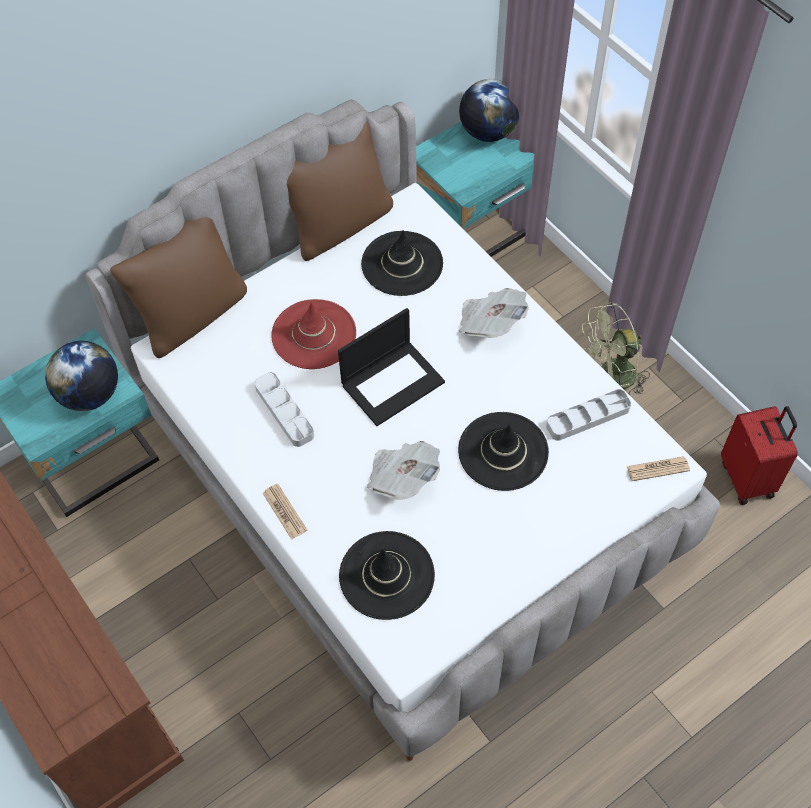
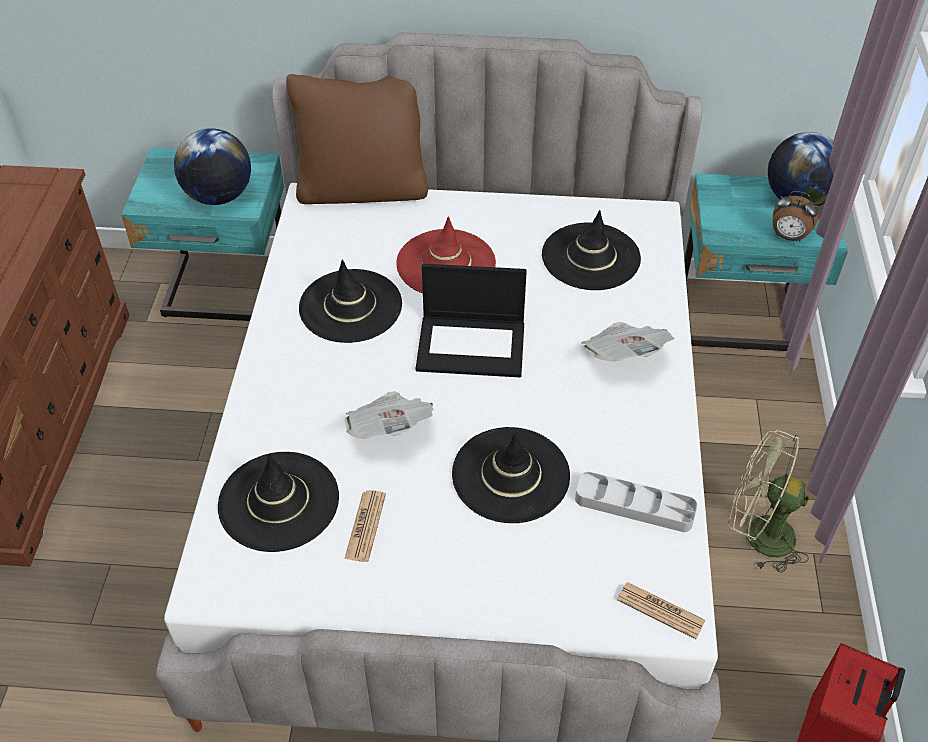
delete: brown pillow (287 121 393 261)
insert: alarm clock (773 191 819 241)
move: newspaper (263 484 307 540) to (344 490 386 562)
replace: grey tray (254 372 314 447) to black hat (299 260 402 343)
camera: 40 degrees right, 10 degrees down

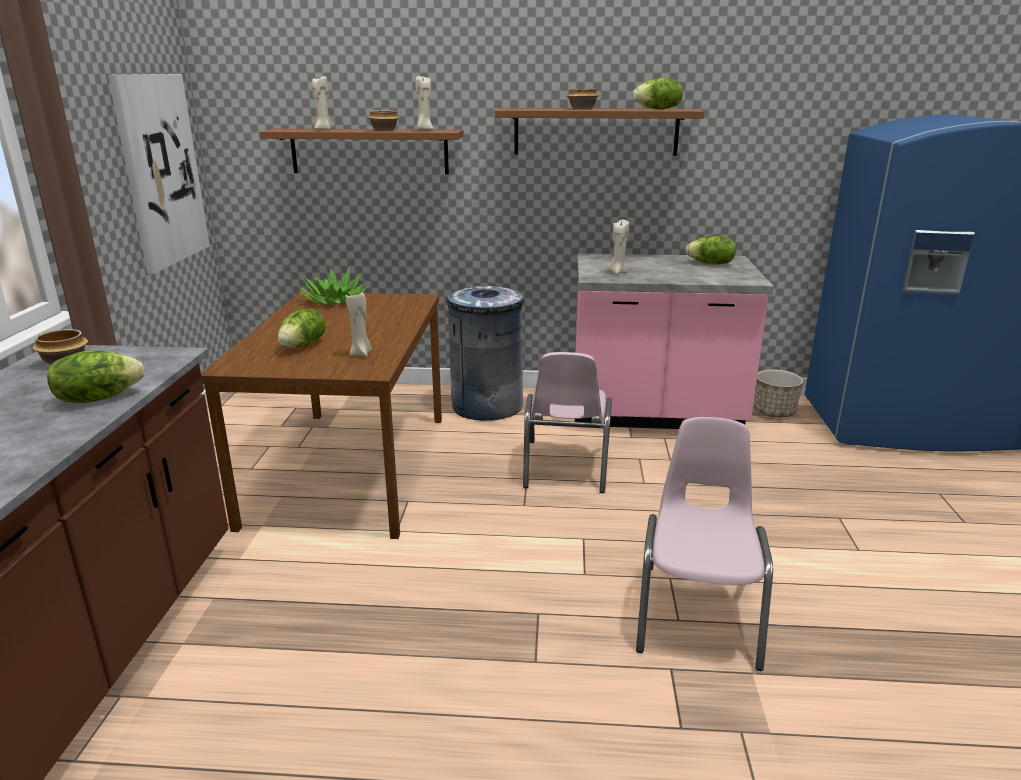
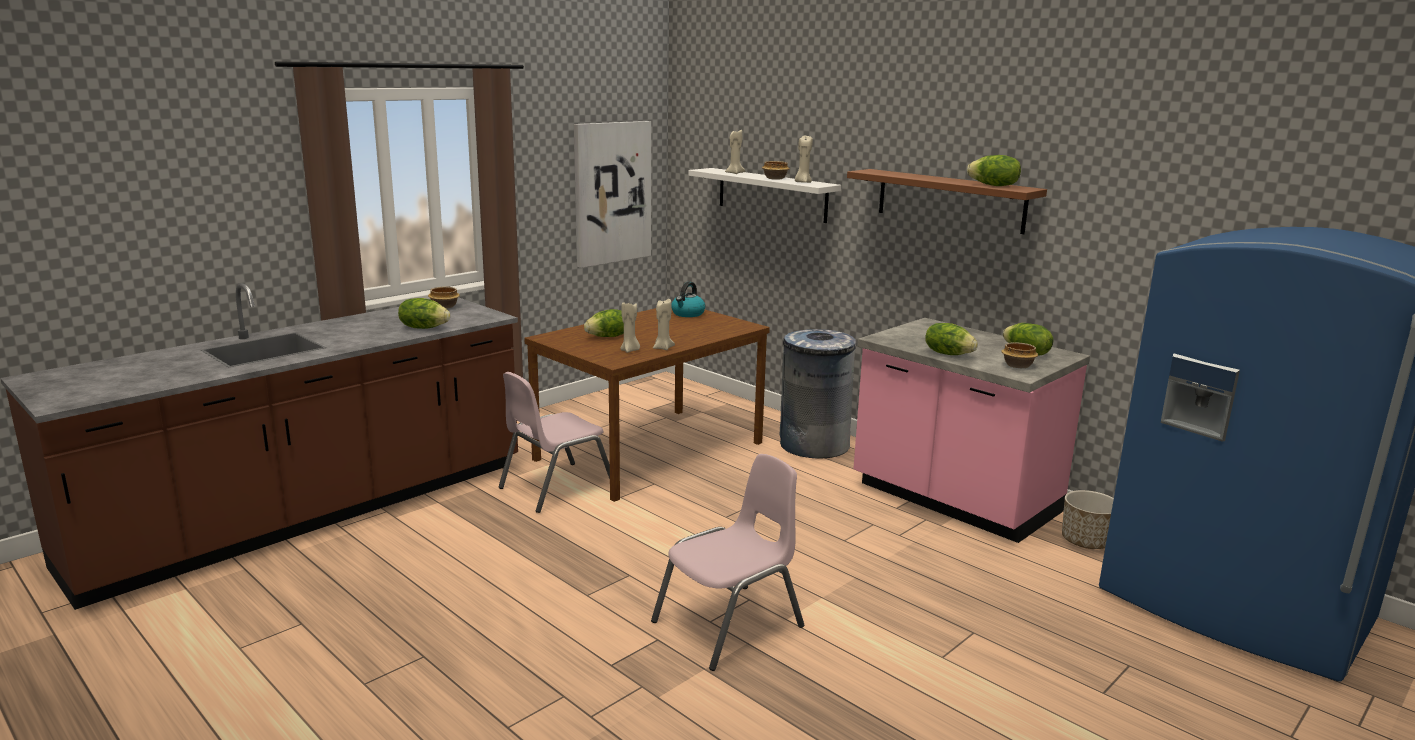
insert: lettuce (925 323 978 355)
move: pink chair (523 352 612 493) to (499 372 610 513); bowl (567 89 599 109) to (1001 342 1038 368); beige candle (608 220 629 274) to (653 299 675 350)
replace: potted plant (298 267 368 305) to kettle (671 282 705 317)
recolor: brown shelf (259 129 464 174) to white shelf (688 168 841 223)
camera: 40 degrees right, 5 degrees down

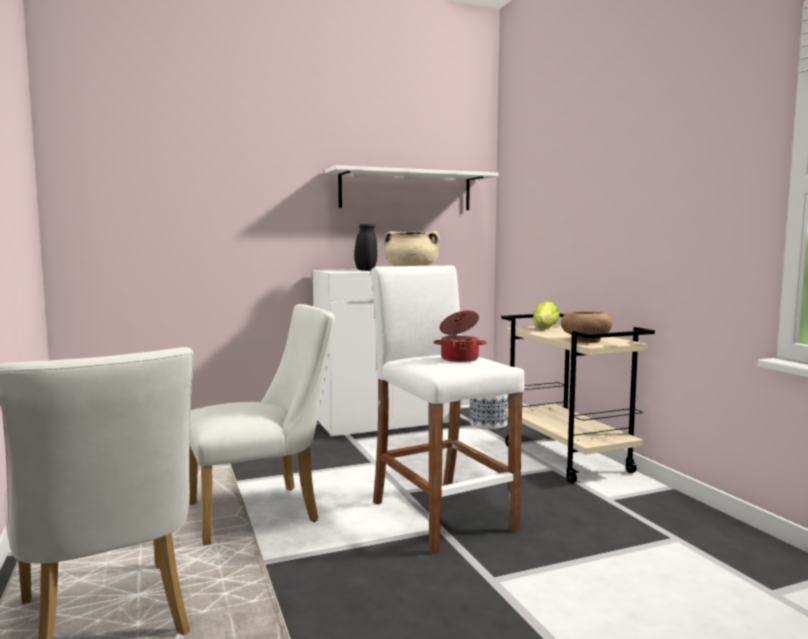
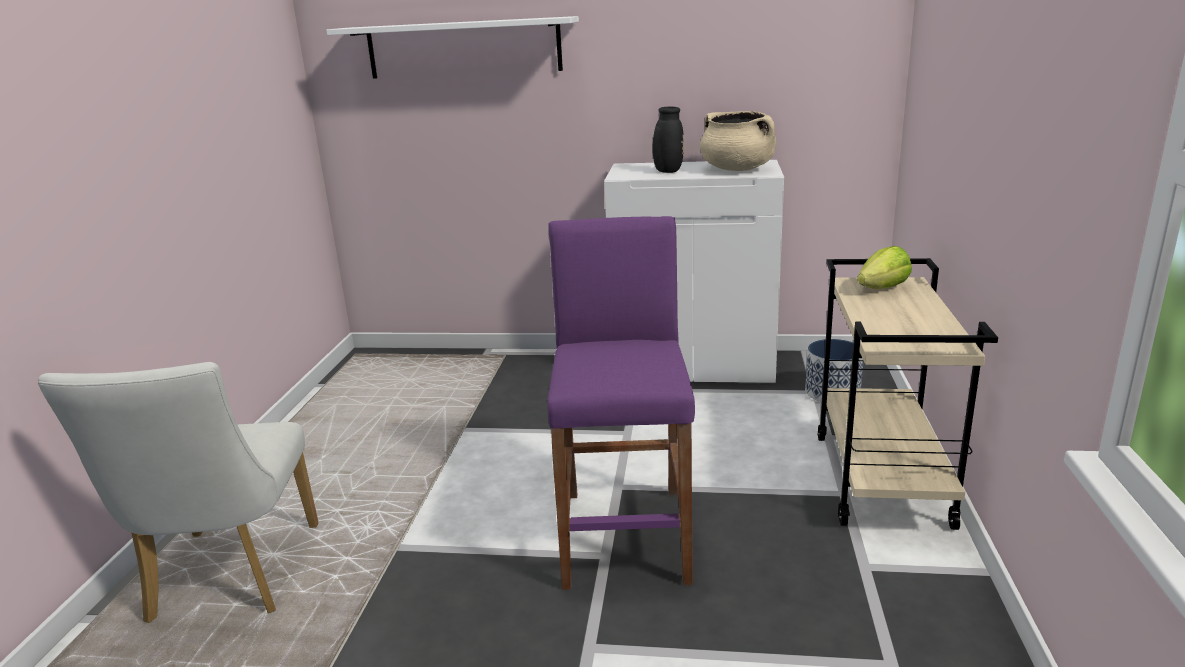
delete: white chair (189 304 335 545); cooking pot (433 310 487 362); brown bowl (561 311 612 343)
move: white shelf (325 165 498 210) to (326 16 579 79)
recolor: white stool (371 265 525 555) to purple stool (547 216 695 590)
camera: 30 degrees right, 15 degrees up

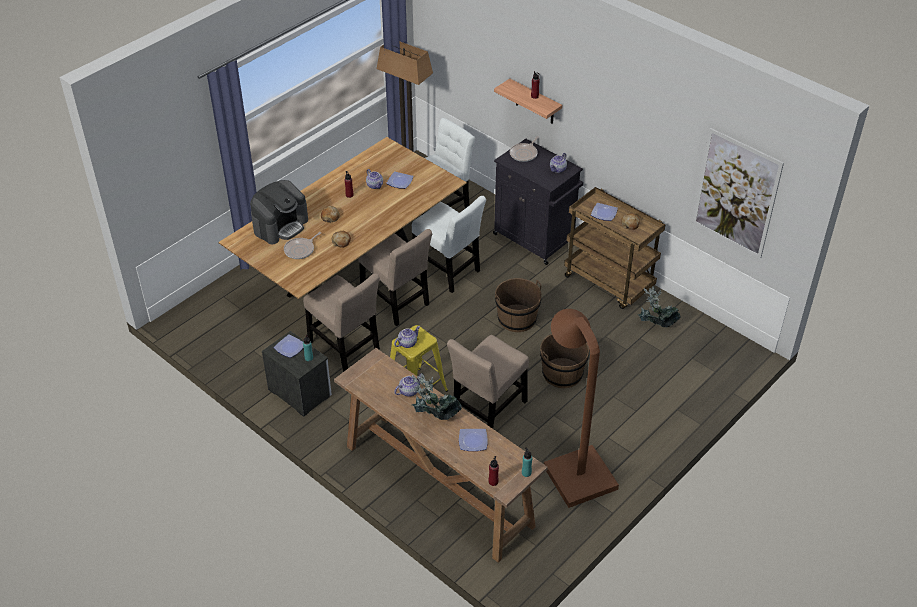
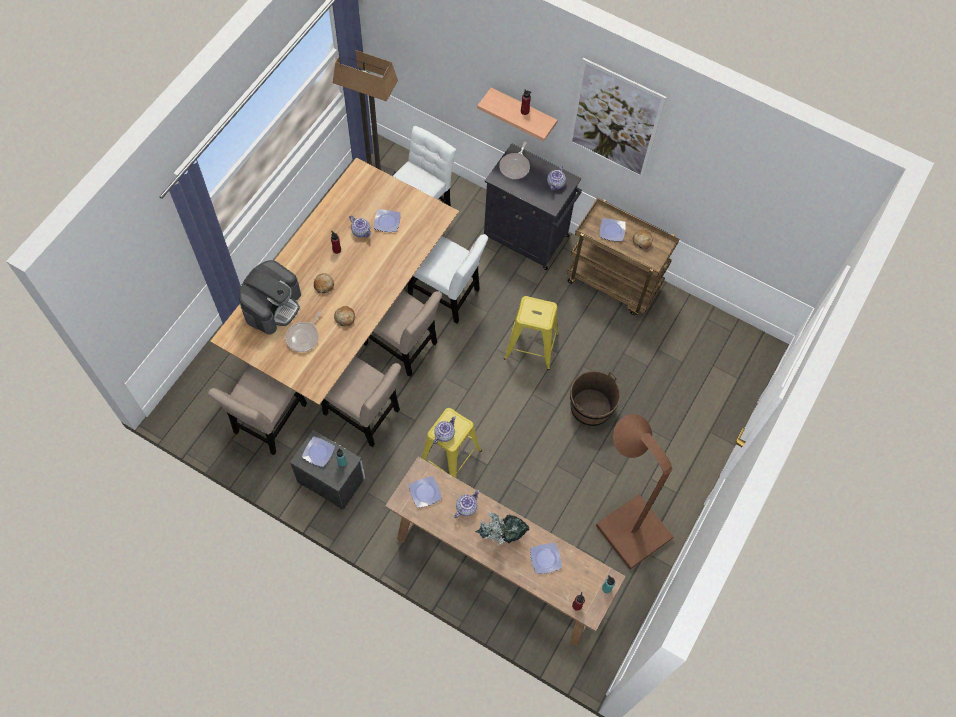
delete: potted plant (638 286 681 327)
insert: plate (409 476 442 508)
move: beige chair (447 335 529 429) to (208 365 307 455); picture (693 128 784 259) to (568 58 667 179)
replace: brown bucket (495 278 542 332) to yellow stool (504 296 559 370)
camera: 15 degrees left, 20 degrees up

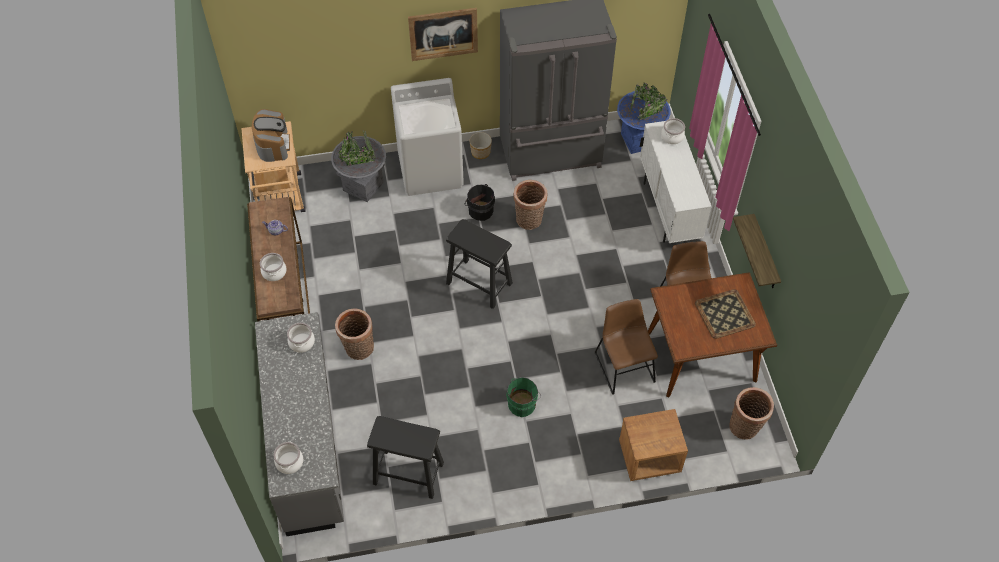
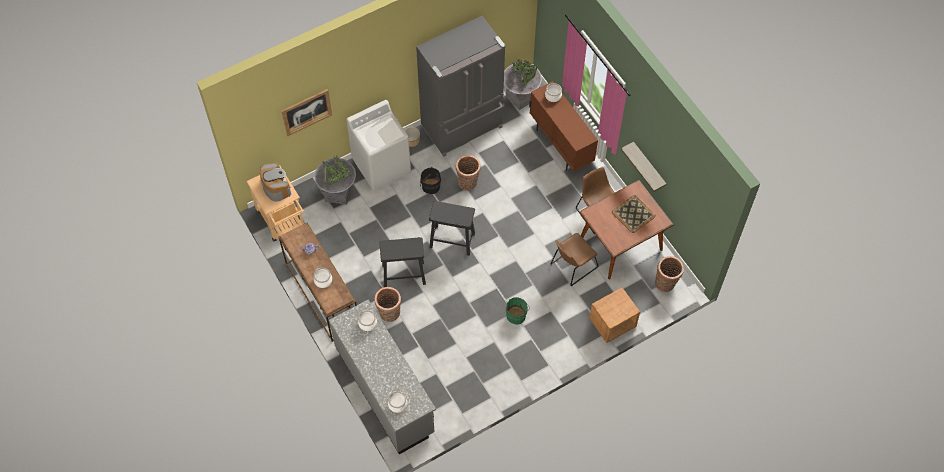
move: black stool (367 416 444 499) to (379 237 426 287); picture (408 8 478 61) to (281 89 332 136)
recolor: blue planter (617 83 670 154) to grey planter (504 60 542 110); white cabinet (640 121 712 243) to brown cabinet (529 81 598 172)
rotate: brown chair (595 299 658 395) = (550 233 599 286) 90 degrees counterclockwise
camera: 20 degrees left, 5 degrees up

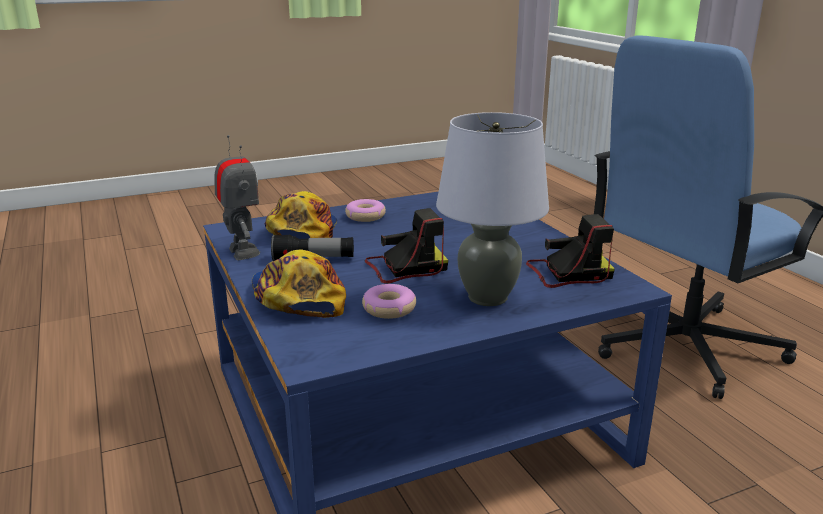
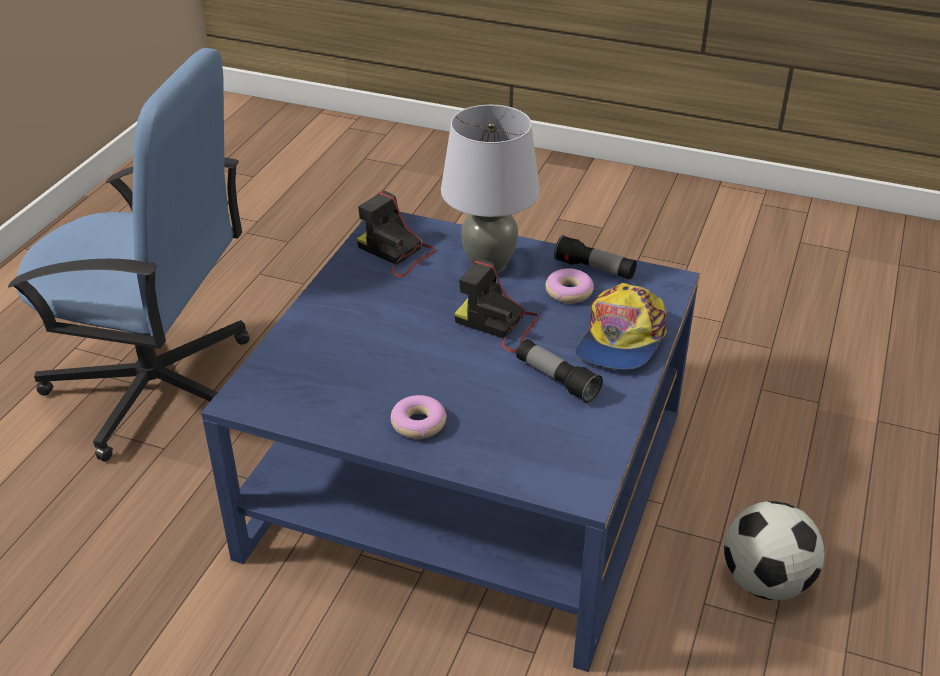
delete: toy robot (214 135 260 260); cap (265 191 337 238)
insert: flashlight (554 235 637 280); football (724 501 824 600)
camera: 135 degrees left, 15 degrees up

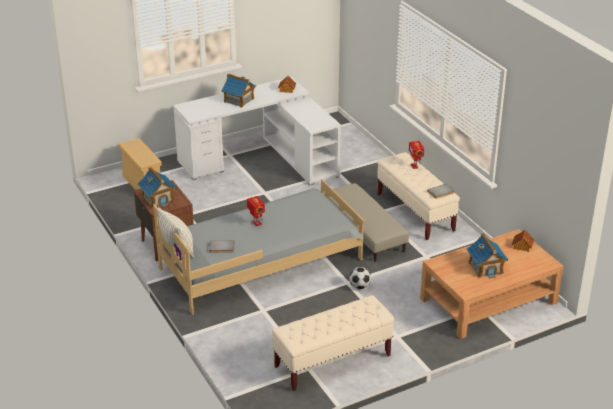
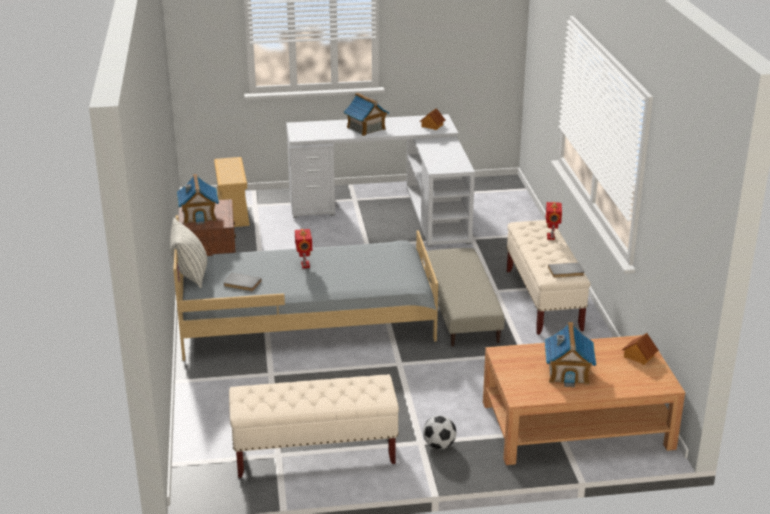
move: football (349 267 371 289) to (423 415 456 449)
camera: 20 degrees right, 5 degrees down

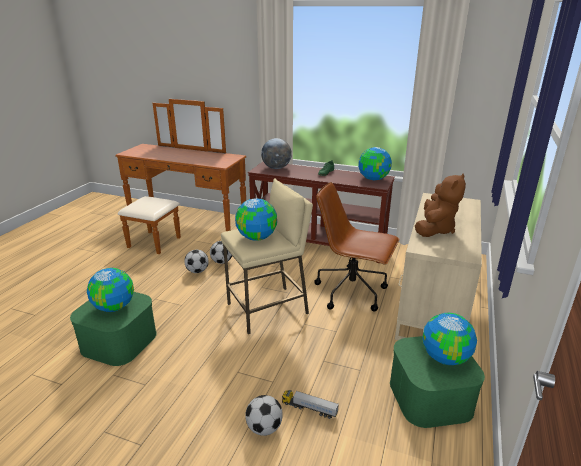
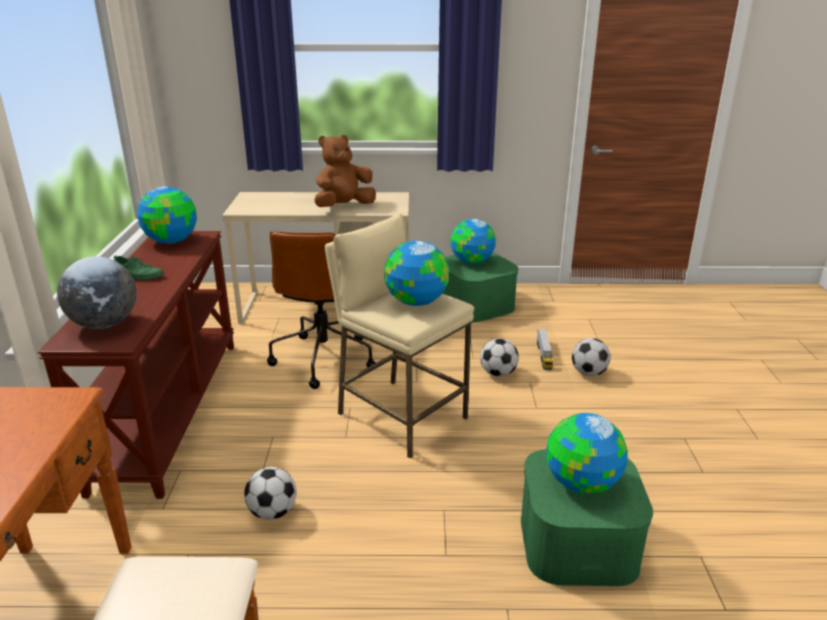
move: football (184 250 209 273) to (480 338 519 377)
rotate: brown plush toy (415 174 466 237) = (314 135 376 207) 45 degrees counterclockwise
camera: 110 degrees left, 0 degrees up

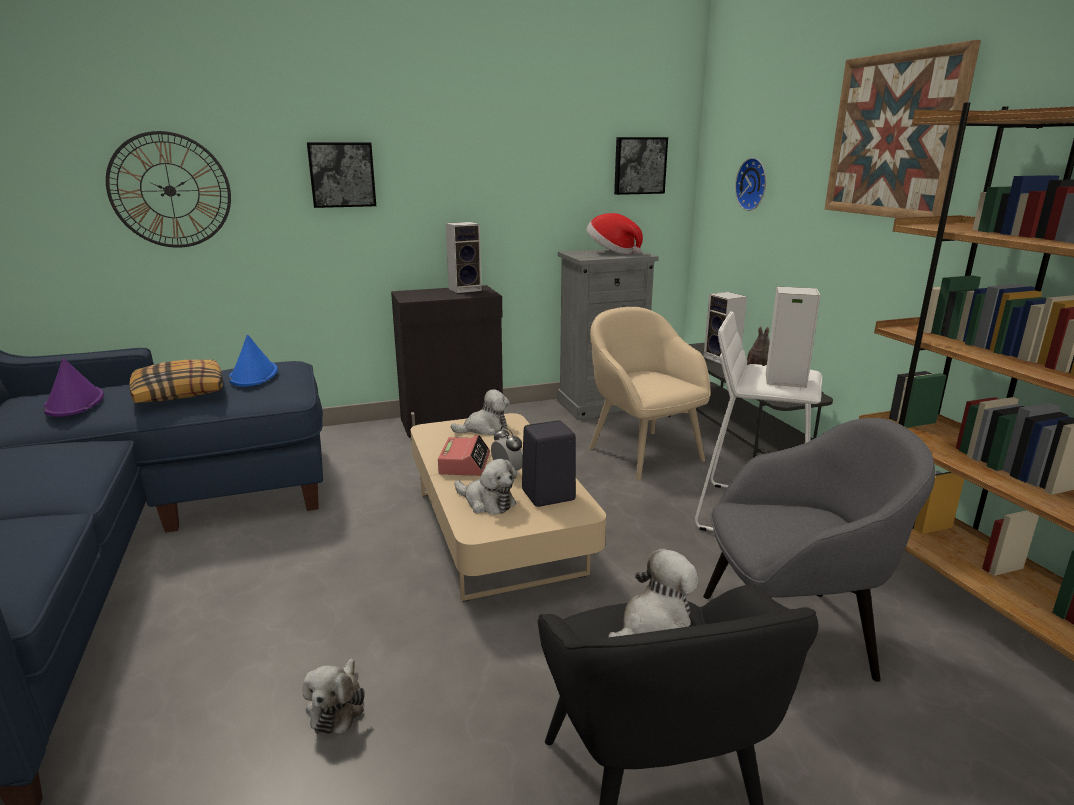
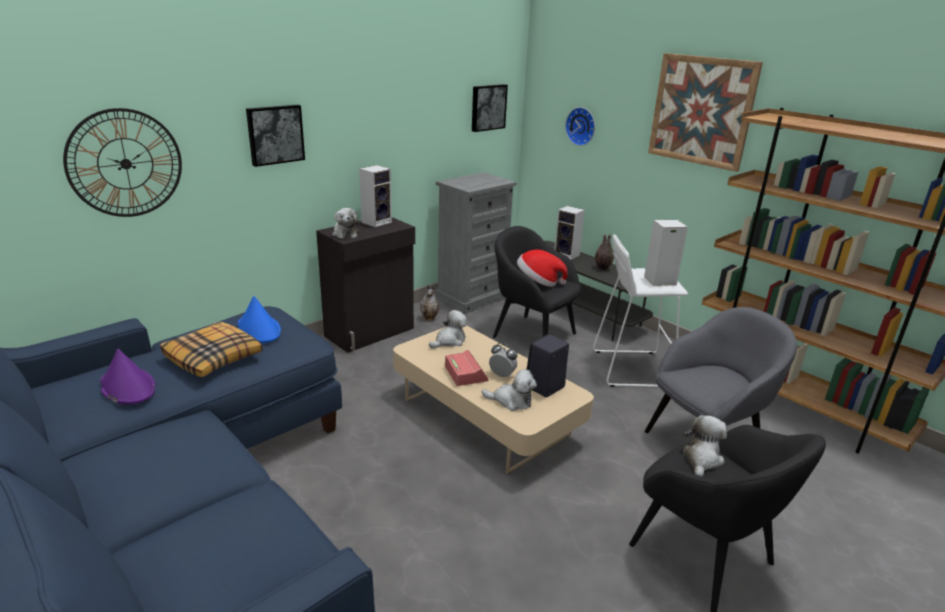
insert: vase (420 285 439 321)
move: plush toy (302 658 365 734) to (332 208 361 239); hat (586 213 643 254) to (517 249 568 287)
recolor: beige armchair (589 307 711 480) to black armchair (493 226 581 338)
camera: 25 degrees left, 5 degrees up

